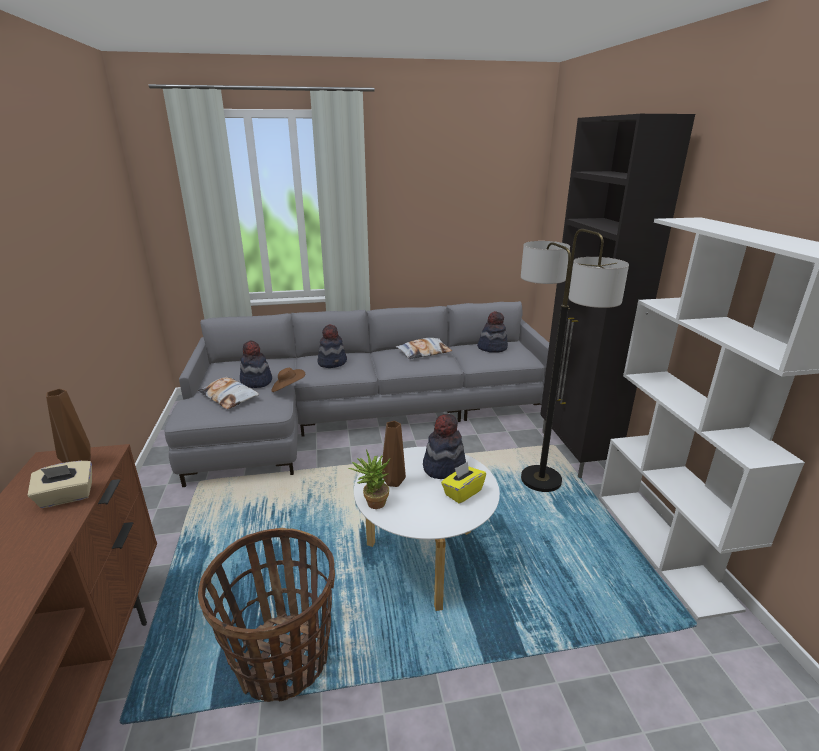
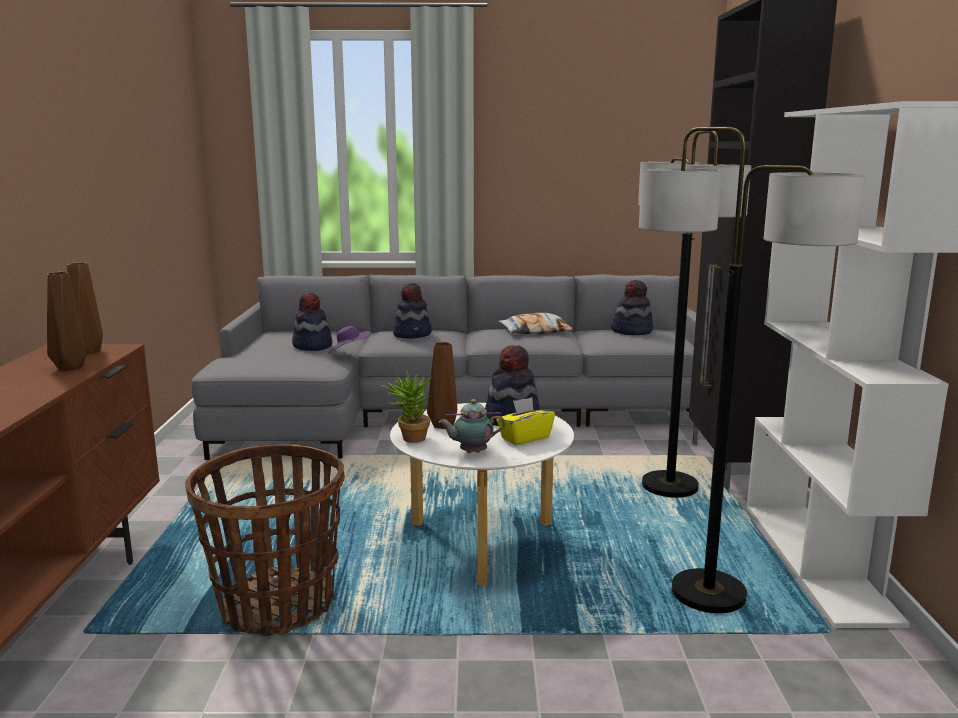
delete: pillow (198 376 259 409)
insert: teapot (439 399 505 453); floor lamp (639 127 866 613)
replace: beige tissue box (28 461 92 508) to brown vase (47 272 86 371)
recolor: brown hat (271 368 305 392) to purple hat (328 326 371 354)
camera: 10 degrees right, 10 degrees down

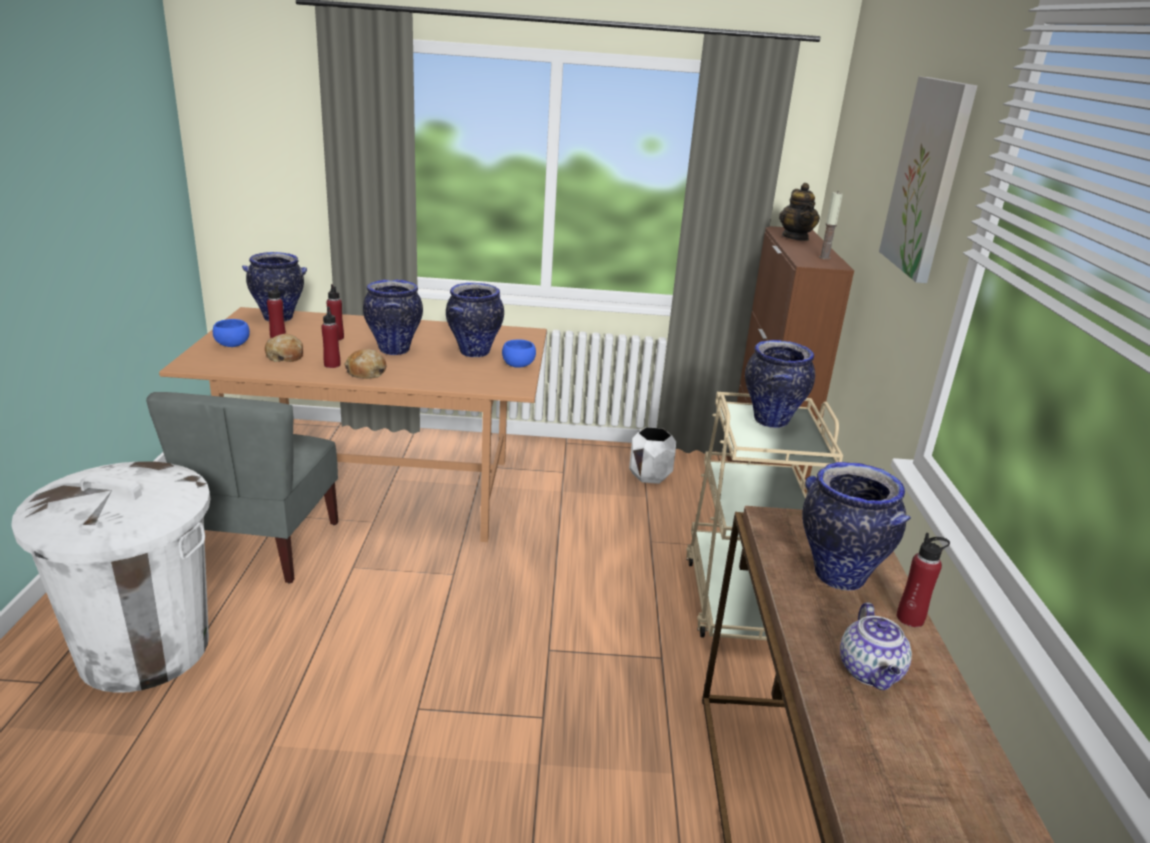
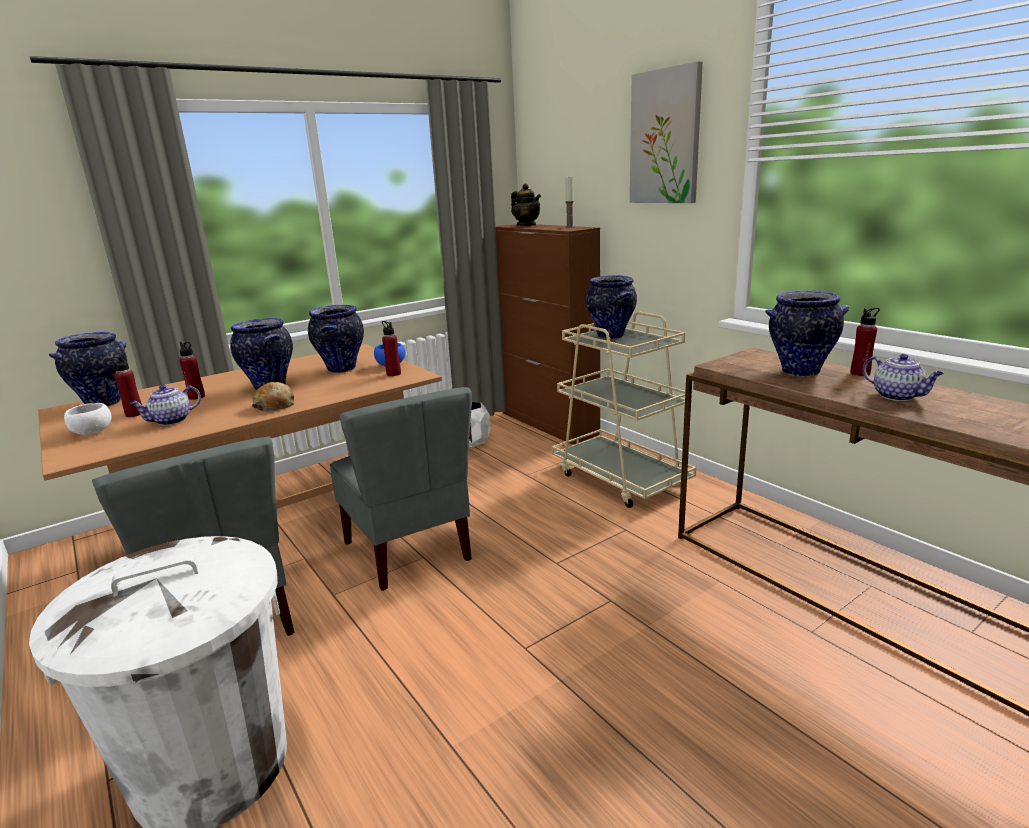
insert: grey chair (330 387 472 591)
move: red bottle (321 307 341 368) to (382 321 401 376)
replace: bread (265 333 303 362) to teapot (130 385 201 425)
recolor: blue bowl (213 319 250 347) to white bowl (64 403 112 435)
camera: 35 degrees left, 5 degrees down

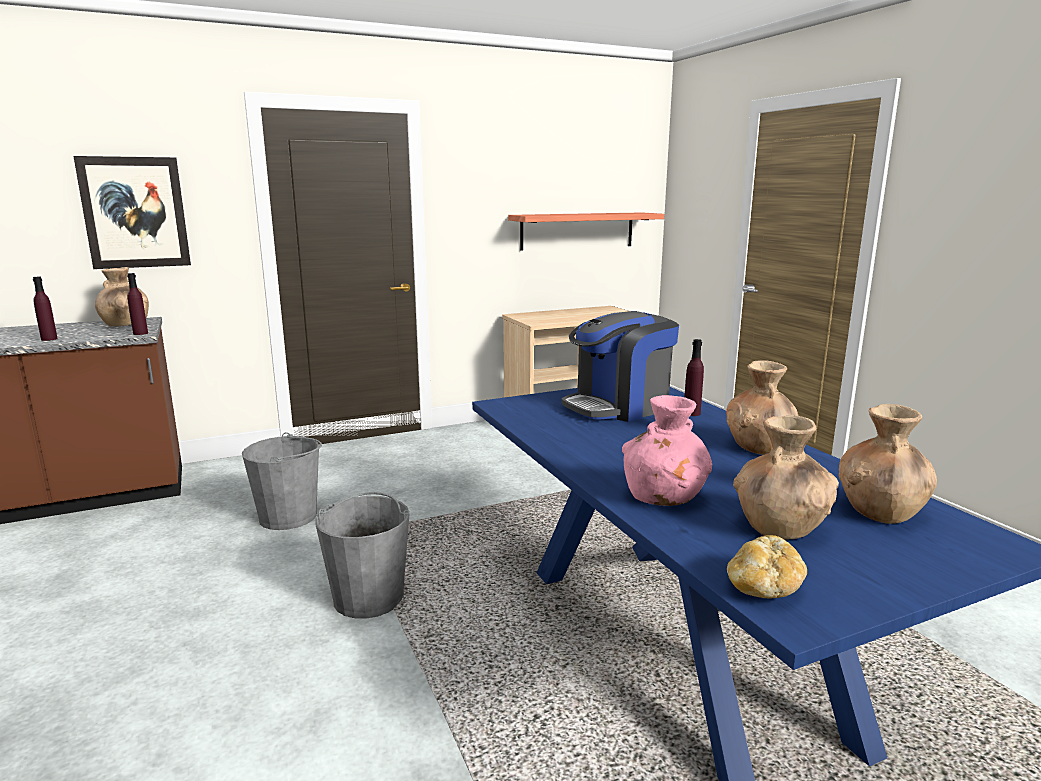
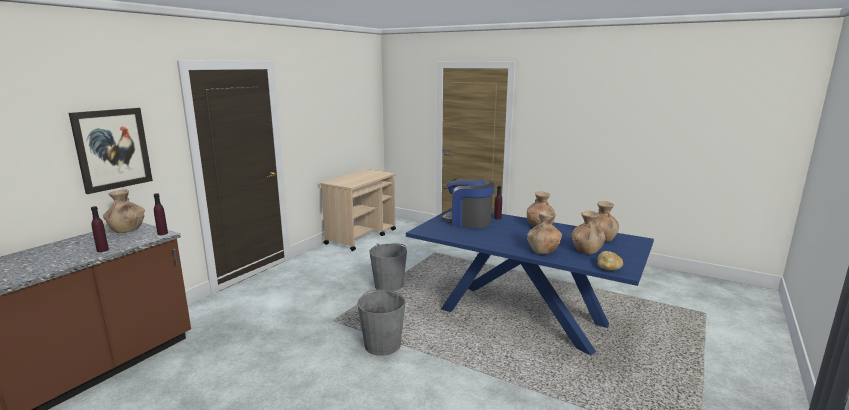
delete: shelf (508 212 664 251)
move: grey bucket (242 432 322 530) to (369 243 407 292)
recolor: pink vase (622 395 712 506) to brown vase (527 211 562 254)
rotate: coffee machine (561 311 679 422) = (441 178 494 228) 90 degrees clockwise
camera: 35 degrees left, 0 degrees up

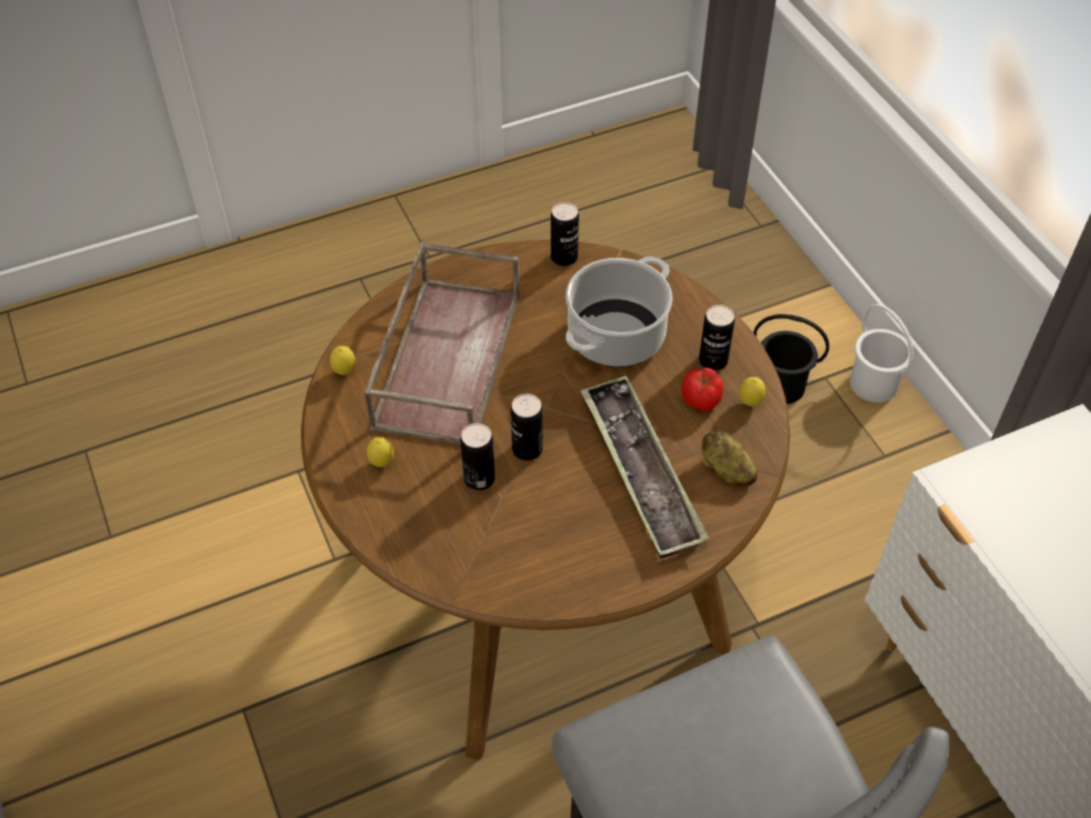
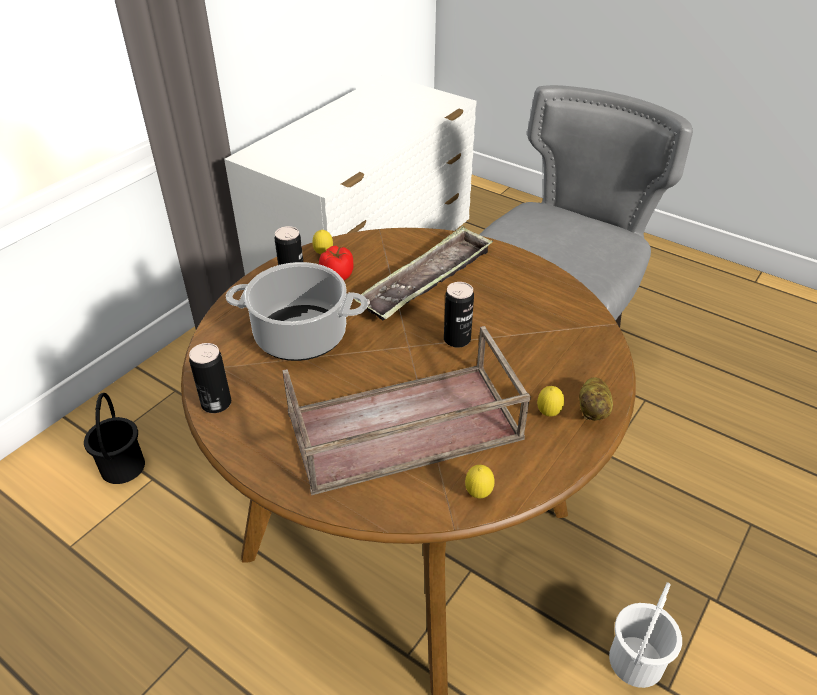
delete: can (460 423 495 490)
move: potato (702 430 757 486) to (579 377 613 421); white bucket (850 304 914 402) to (609 582 682 688)
camera: 120 degrees left, 10 degrees down

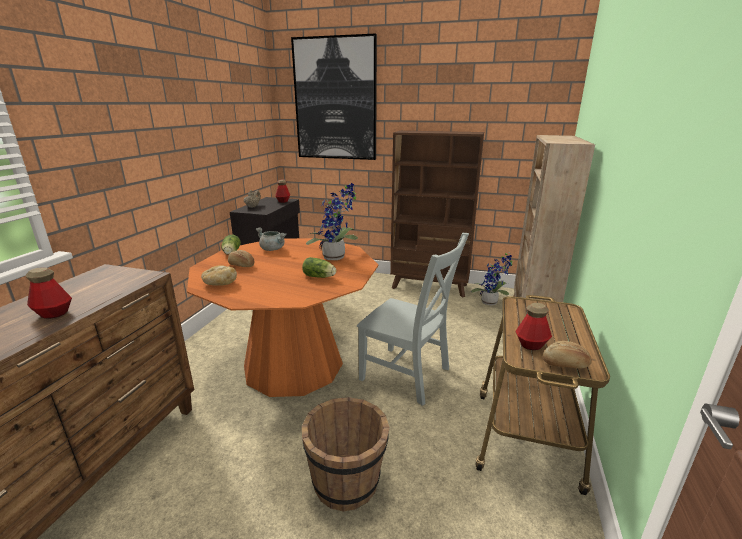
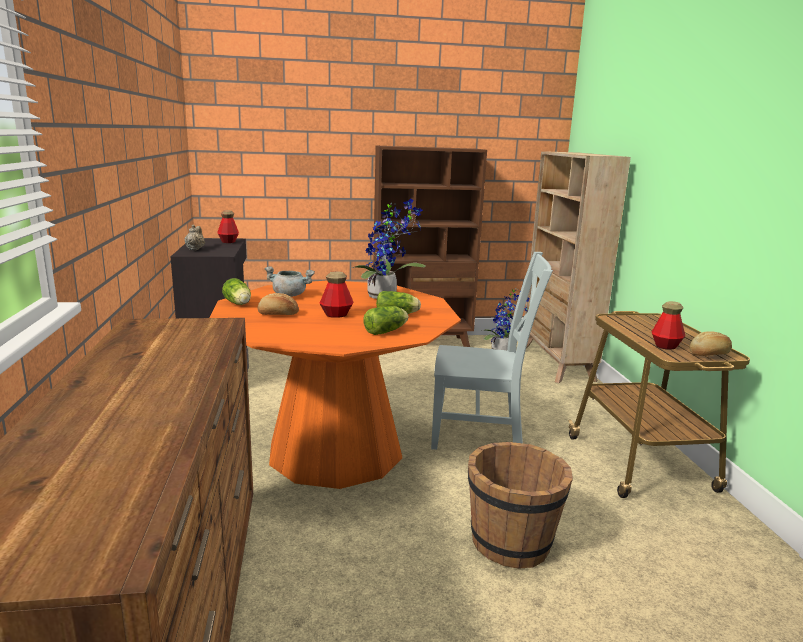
delete: bread (201 265 237 286); picture (291 33 377 160)
insert: lettuce (363 306 408 335)
move: bottle (25 267 72 319) to (319 271 353 318)
camera: 25 degrees left, 5 degrees down

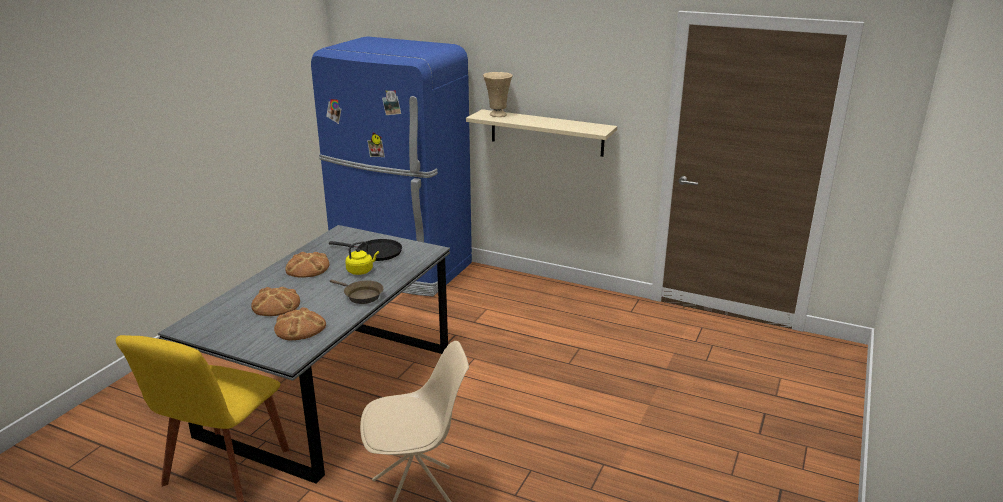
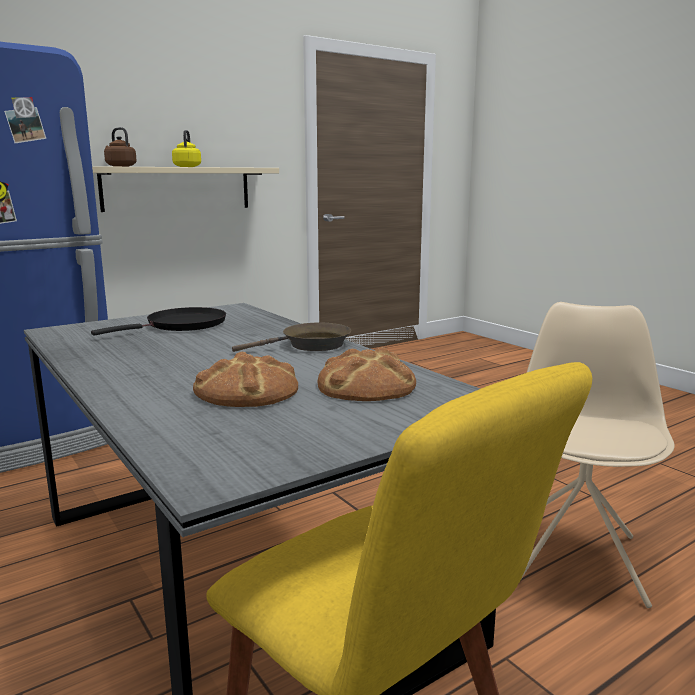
delete: bread (285 252 329 278)
move: yellow kettle (345 241 379 275) to (172 130 201 167)
replace: beige vase (483 72 513 117) to brown kettle (104 127 137 167)
camera: 60 degrees left, 10 degrees down

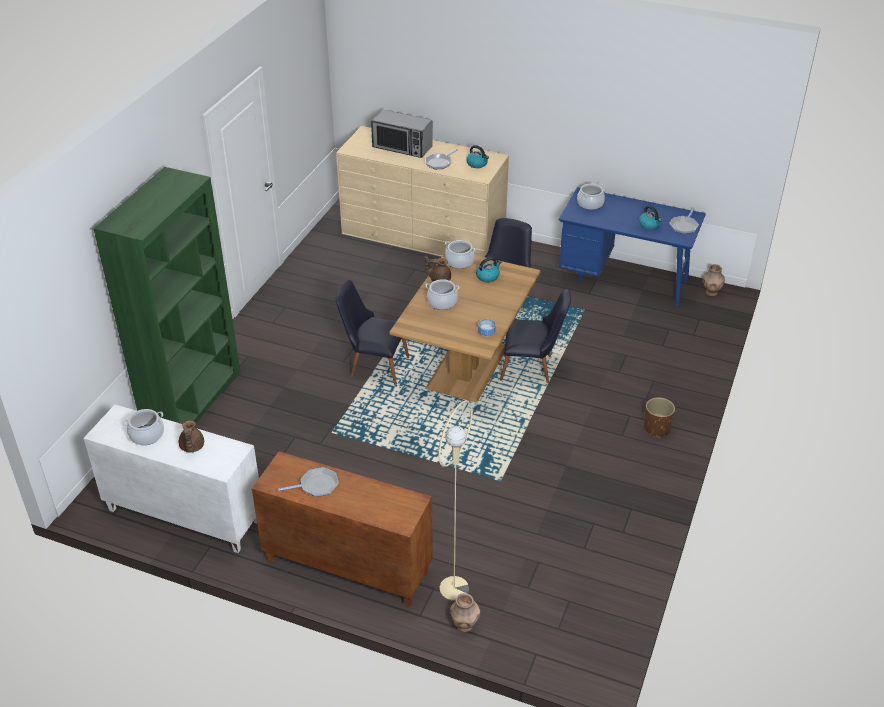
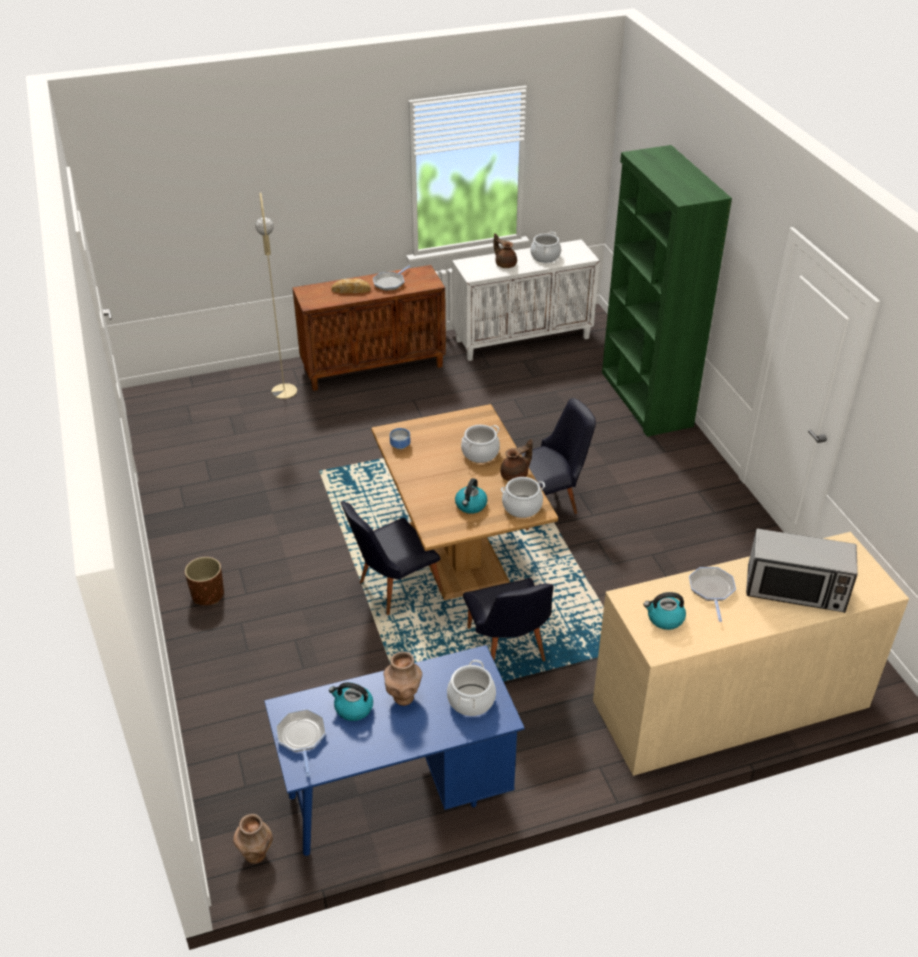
insert: bread (331 279 371 293)
move: brown vase (450 593 480 632) to (384 651 422 706)
rotate: microwave (371 110 433 158) = (746 529 858 613) 150 degrees counterclockwise
camera: 140 degrees right, 0 degrees up

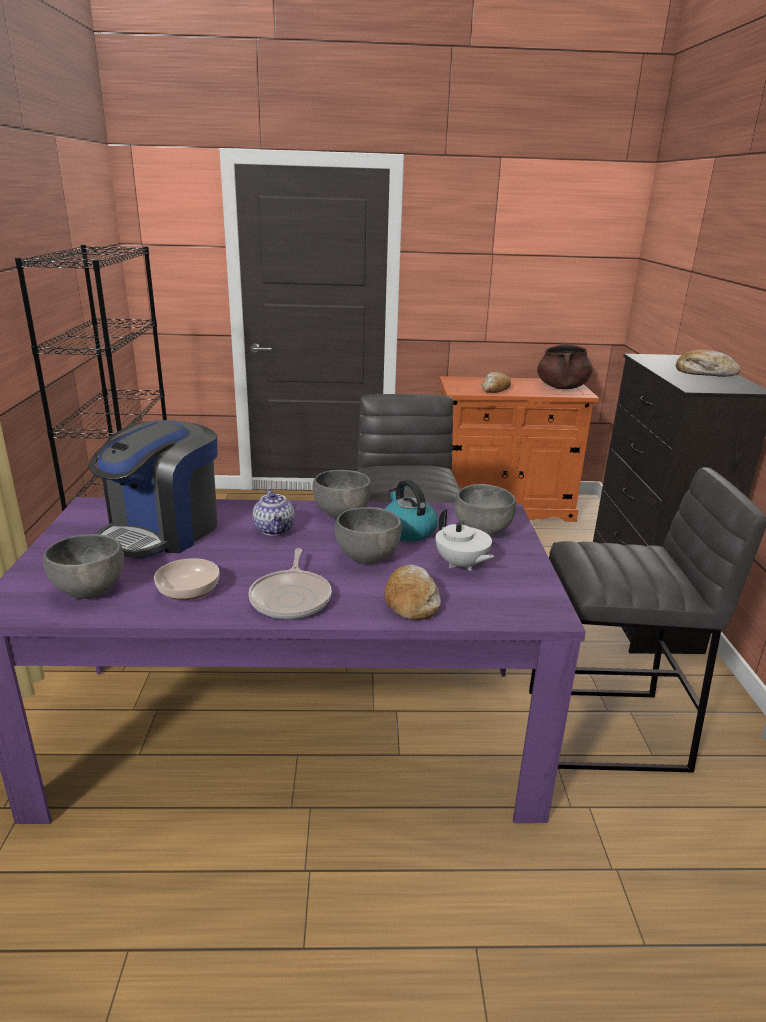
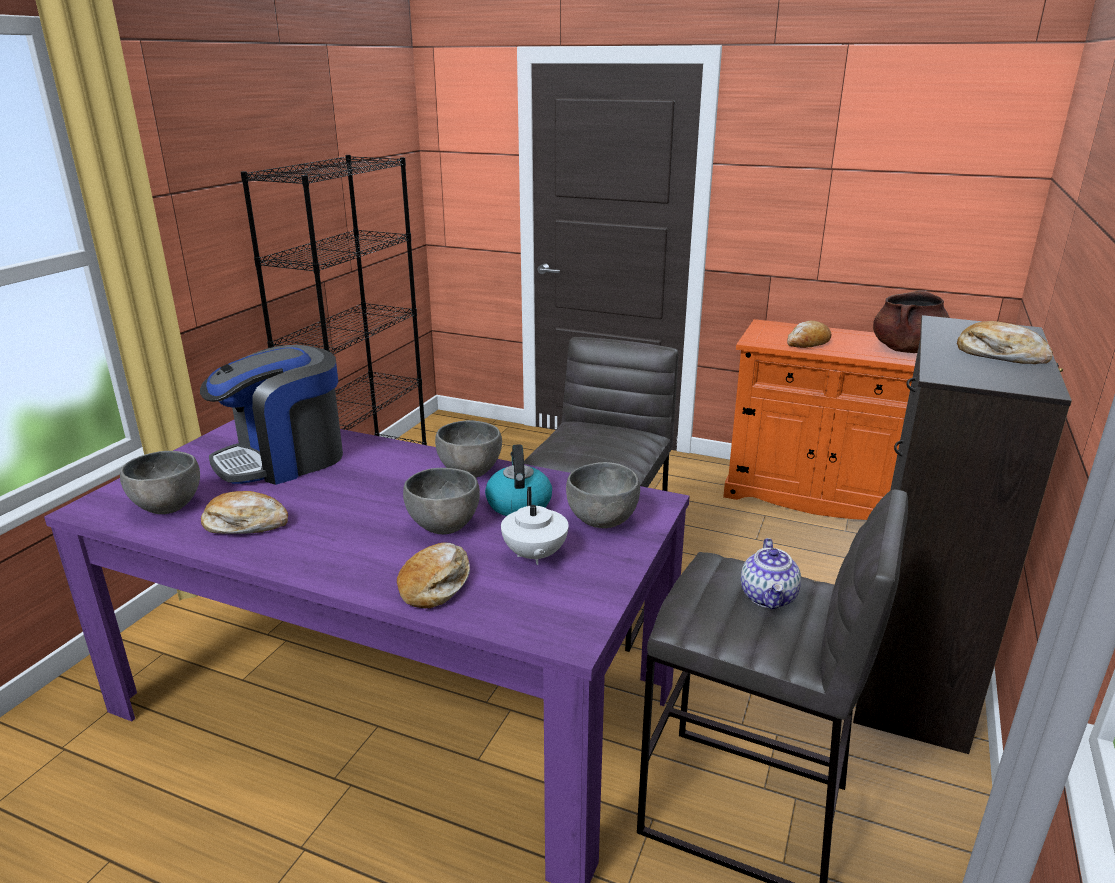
delete: frying pan (248 548 332 619)
move: teapot (253 489 295 536) to (741 538 801 609)
replace: bowl (154 558 220 600) to bread (201 491 288 534)
camera: 25 degrees right, 0 degrees up

